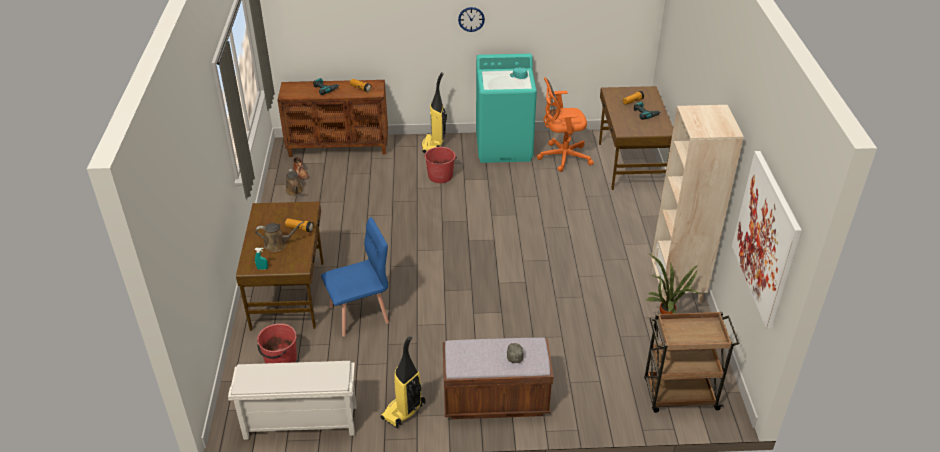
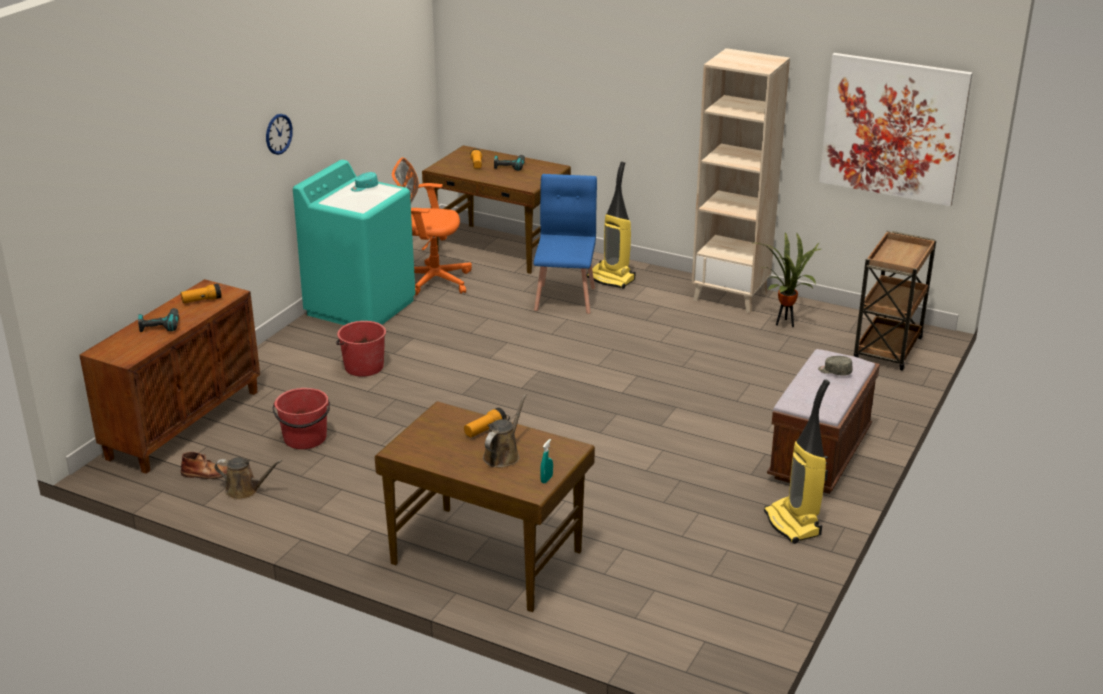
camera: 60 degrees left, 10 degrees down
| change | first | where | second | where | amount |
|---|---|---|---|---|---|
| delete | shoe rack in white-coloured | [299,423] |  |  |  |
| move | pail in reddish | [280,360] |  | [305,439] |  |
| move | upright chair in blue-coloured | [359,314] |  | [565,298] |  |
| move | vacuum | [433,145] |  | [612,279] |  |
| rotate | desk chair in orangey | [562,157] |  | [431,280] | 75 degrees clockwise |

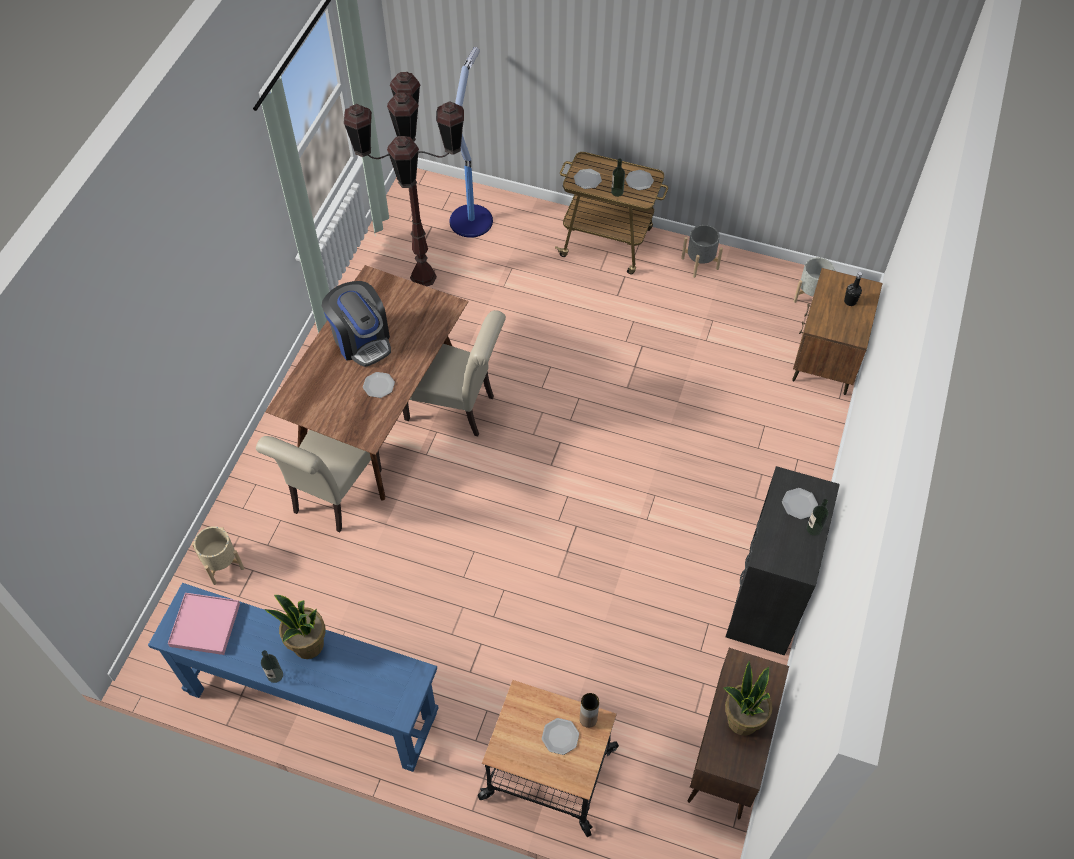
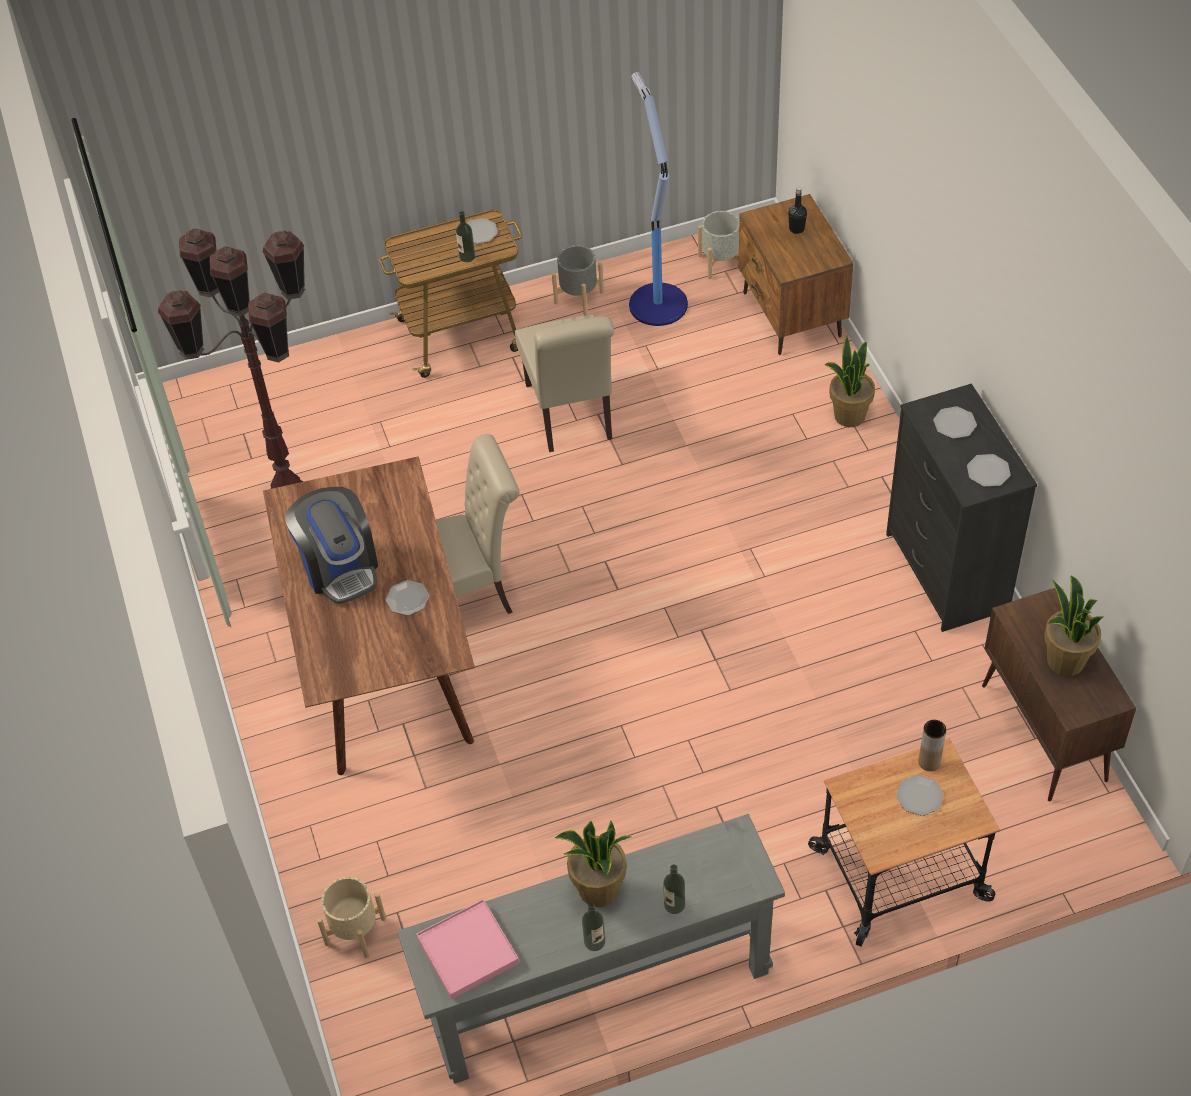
camera: 35 degrees left, 5 degrees down
| change | first | where | second | where | amount |
|---|---|---|---|---|---|
| recolor | console table in blue-coloured | [312,703] | console table in greyish | [599,990] |  |
| move | upright chair in beige-coloured | [333,496] |  | [571,416] |  |
| rotate | coffee brewer | [361,340] |  | [340,567] | 45 degrees clockwise |
| move | standard lamp | [471,219] |  | [657,303] |  |
| move | flat dish | [587,179] |  | [987,471] |  |
| move | bottle | [814,529] |  | [674,905] |  |
| insert |  |  | houseplant | [849,415] |  |

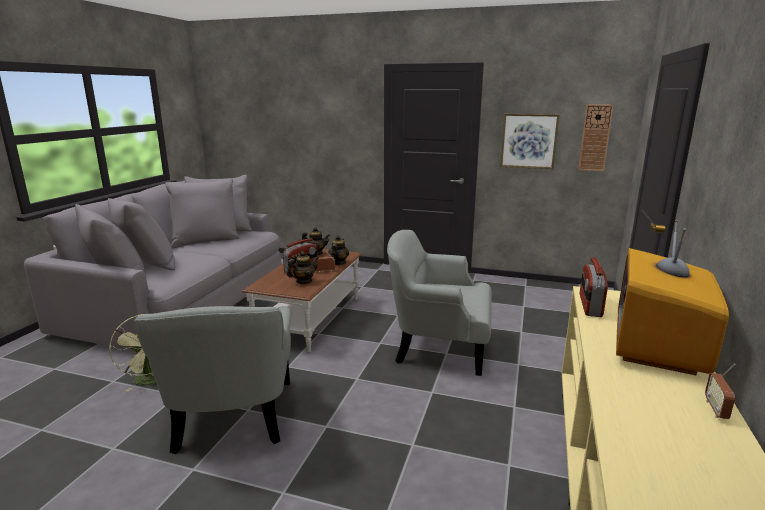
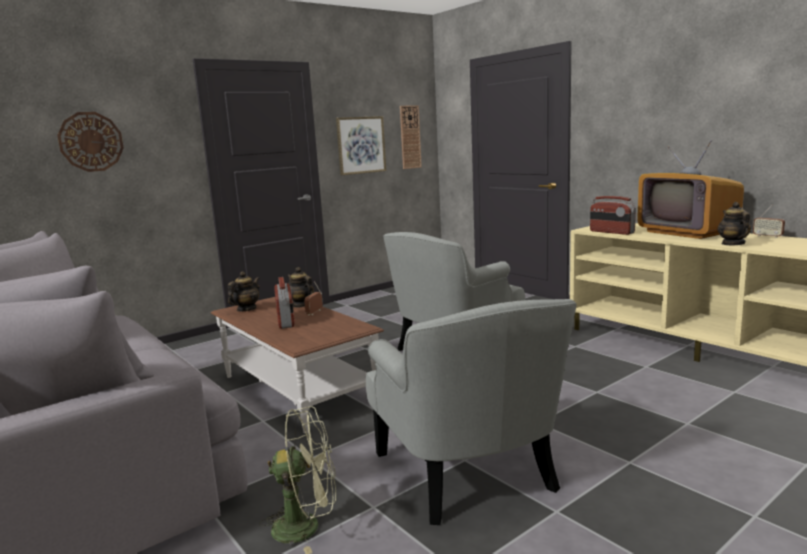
camera: 55 degrees left, 5 degrees down
| change | first | where | second | where | amount |
|---|---|---|---|---|---|
| rotate | easy chair in greyish | [232,416] |  | [468,471] | 45 degrees clockwise |
| move | teapot | [303,281] |  | [732,244] |  |
| insert |  |  | hanging clock | [91,141] |  |

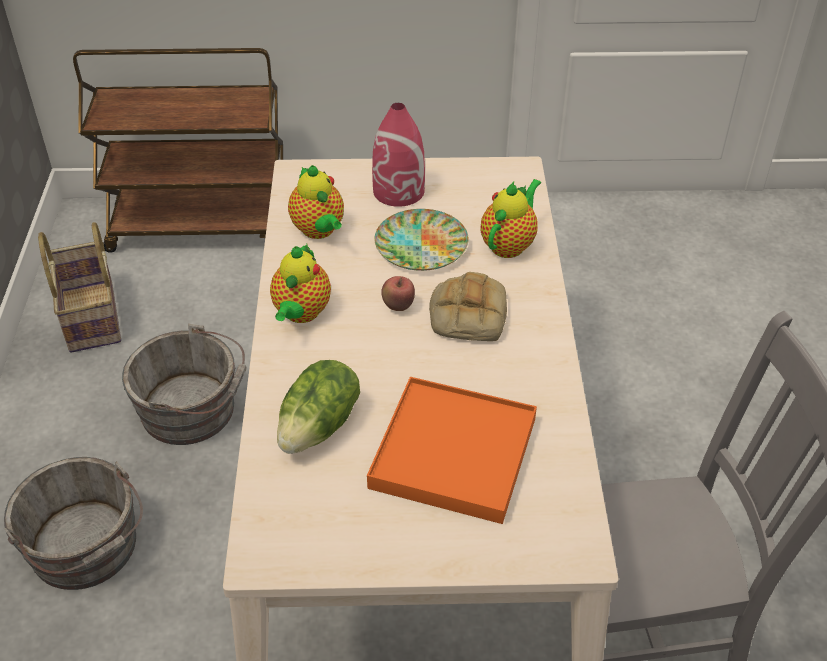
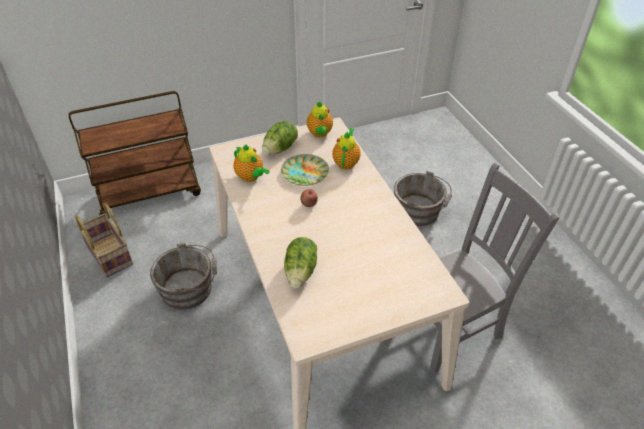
camera: 20 degrees left, 0 degrees up
| change | first | where | second | where | amount |
|---|---|---|---|---|---|
| move | pail in greyish | [87,549] |  | [419,211] |  |
| move | teapot | [301,313] |  | [320,134] |  |
| delete | tray in orangey | [454,453] |  |  |  |
| replace | decorative vase in reddish | [399,191] | lettuce head | [280,149] |  |
| delete | baked bread | [467,313] |  |  |  |

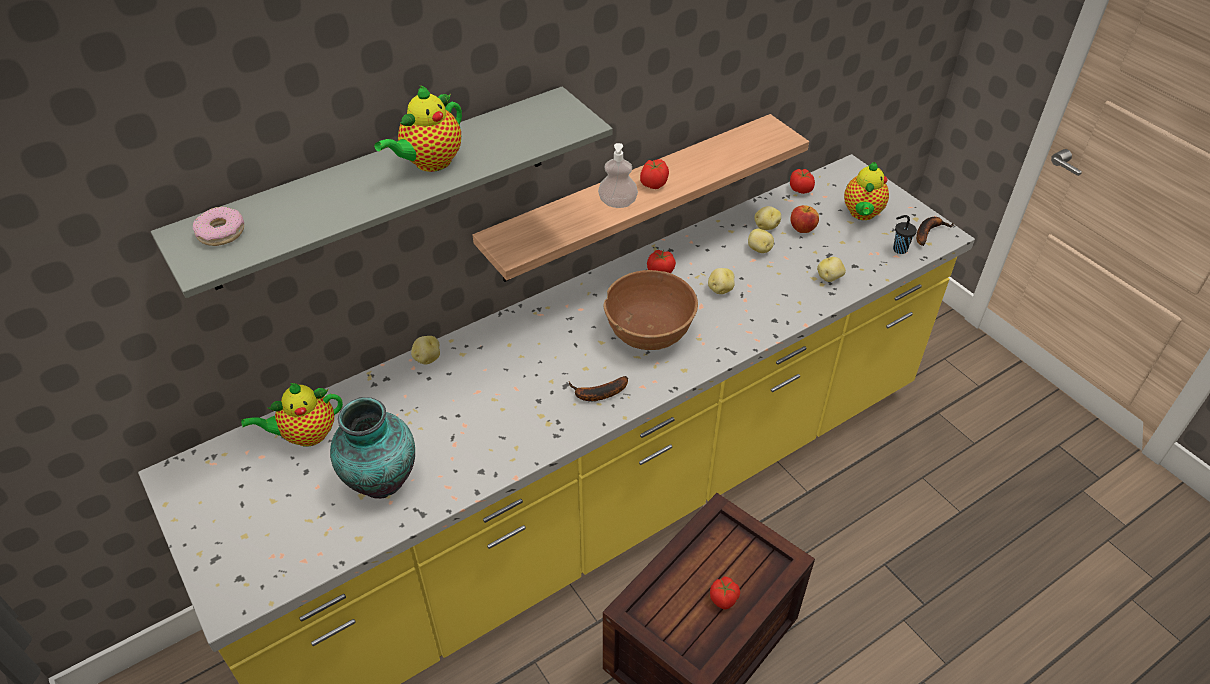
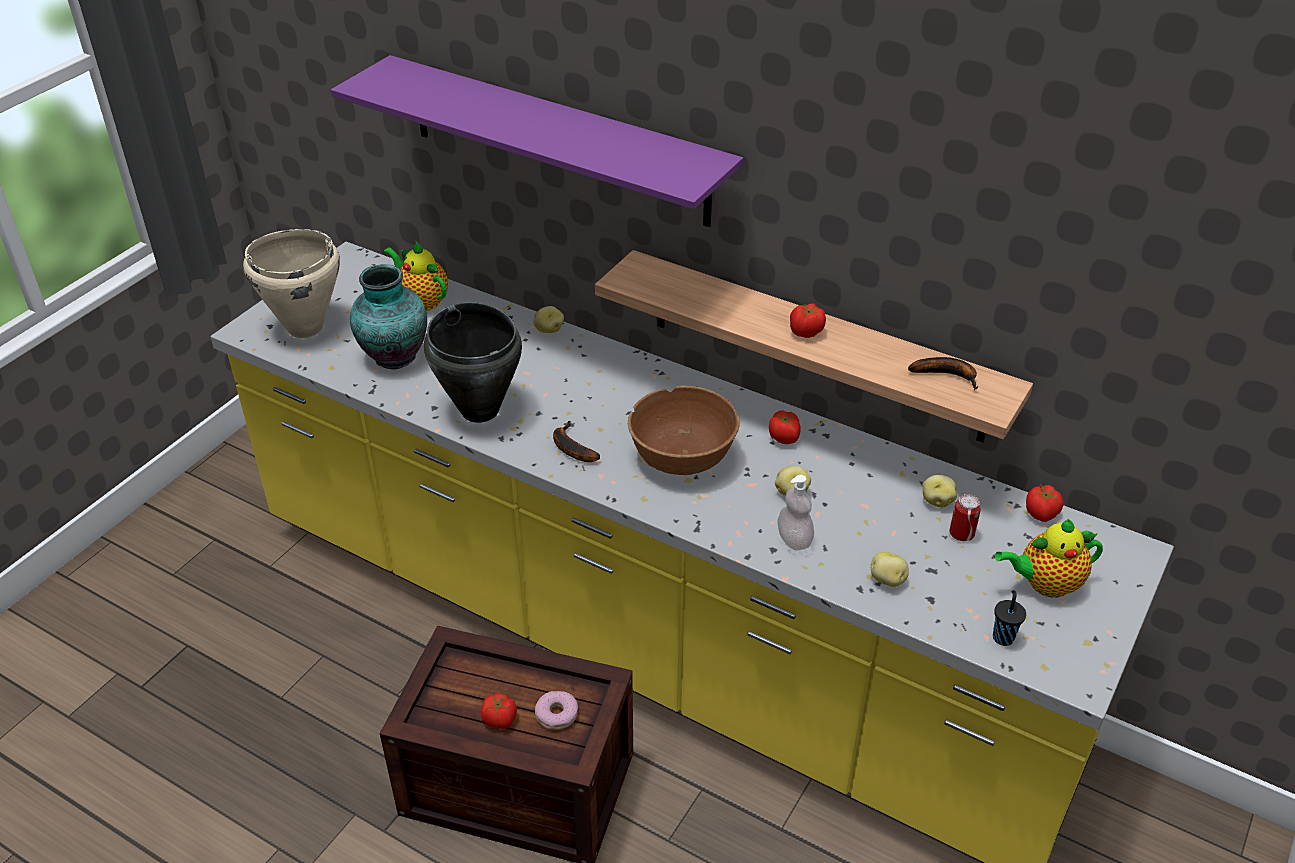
camera: 65 degrees right, 5 degrees down
| change | first | where | second | where | amount |
|---|---|---|---|---|---|
| recolor | wall shelf in greyish | [382,187] | wall shelf in purple | [557,141] |  |
| move | doughnut | [220,232] |  | [556,714] |  |
| delete | teapot | [429,163] |  |  |  |
| move | soap dispenser | [617,203] |  | [794,540] |  |
| delete | spud | [759,249] |  |  |  |
| replace | whole apple | [802,229] | metal can | [961,534] |  |
| move | banana | [928,232] |  | [947,375] |  |
| insert |  |  | stockpot in beige-coloured | [304,327] |  |
| insert |  |  | stockpot in black-coloured | [480,410] |  |

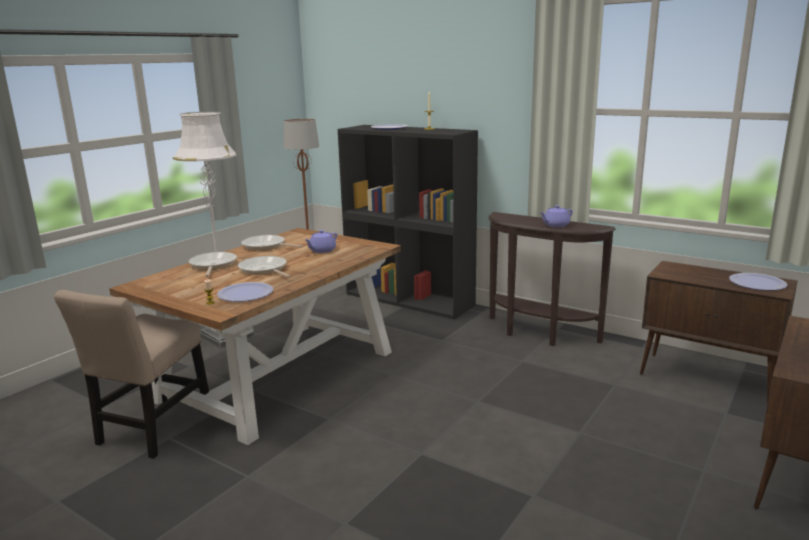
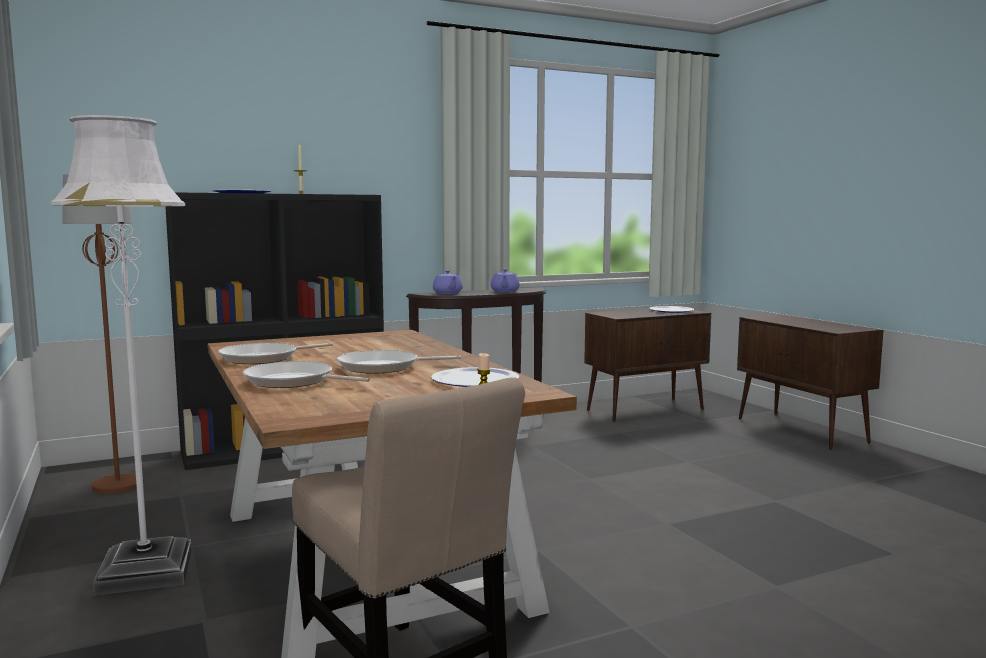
camera: 60 degrees left, 10 degrees down
| change | first | where | second | where | amount |
|---|---|---|---|---|---|
| move | teapot in purple | [322,251] |  | [447,293] |  |

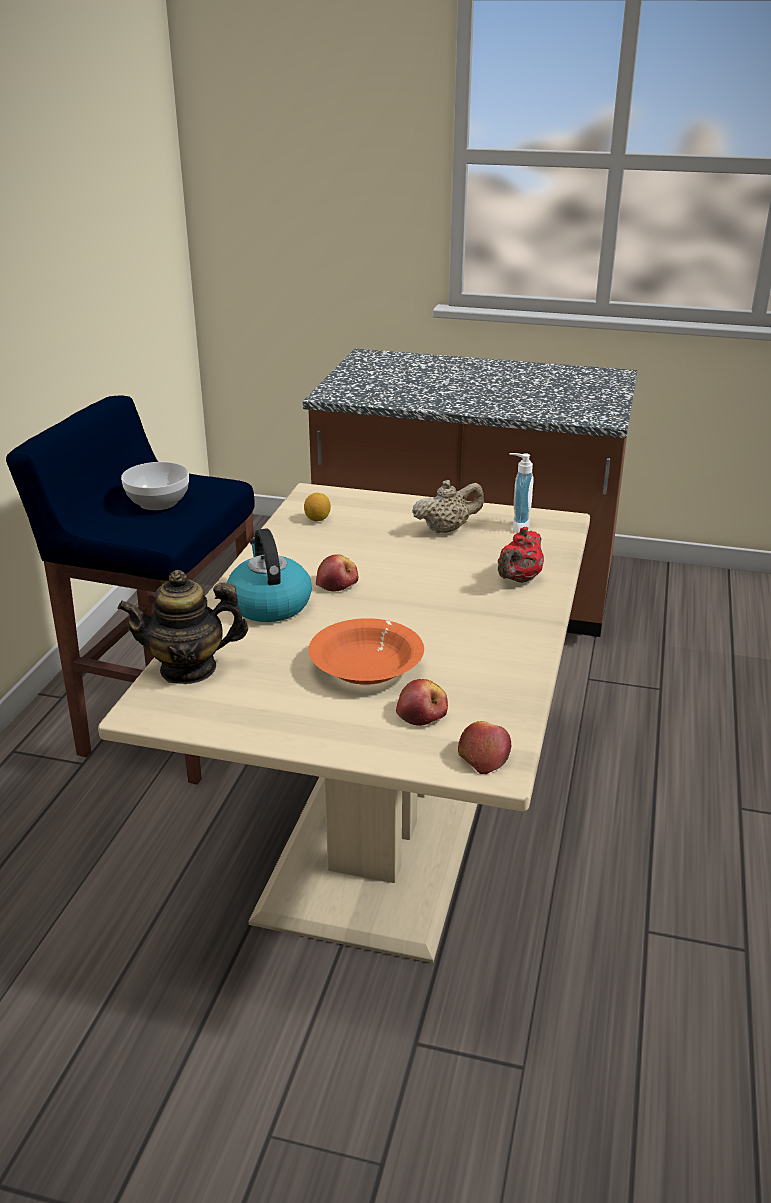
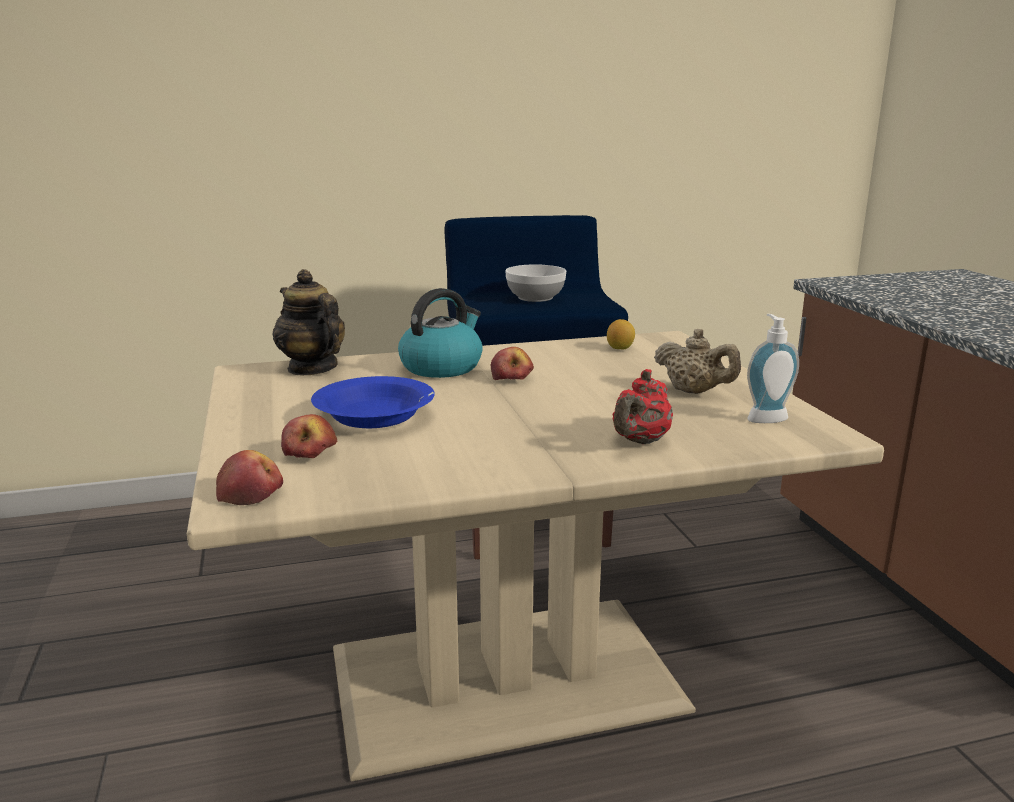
camera: 60 degrees right, 10 degrees down
| change | first | where | second | where | amount |
|---|---|---|---|---|---|
| recolor | bowl in orangey | [367,666] | bowl in blue-coloured | [375,417] |  |
| rotate | teapot in reddish | [518,579] |  | [640,441] | 60 degrees counterclockwise |

